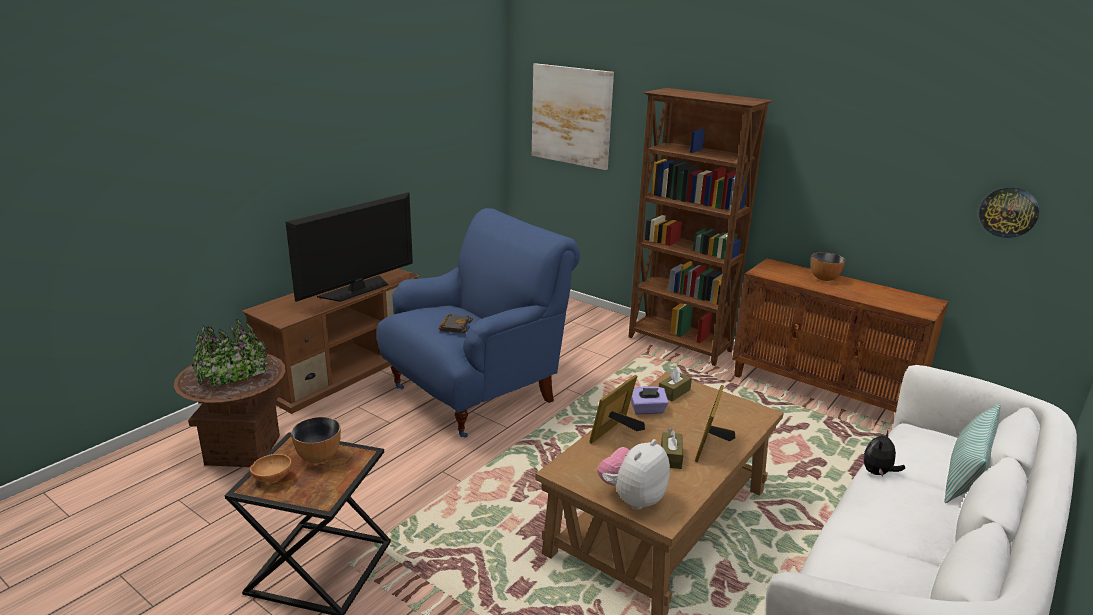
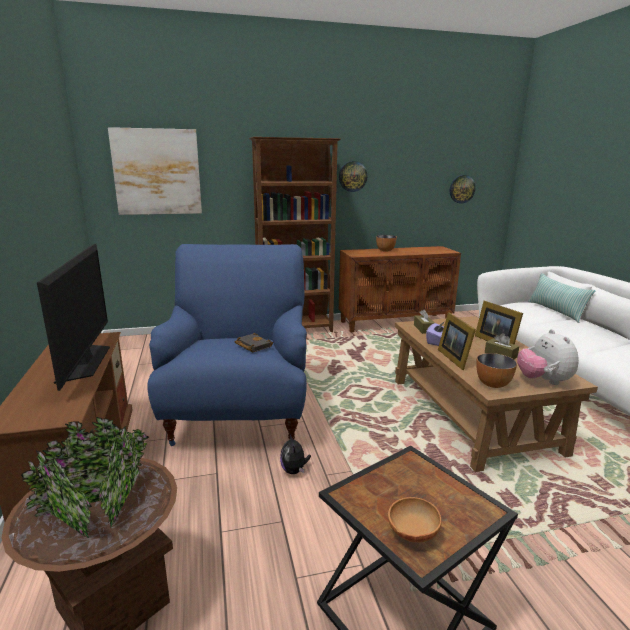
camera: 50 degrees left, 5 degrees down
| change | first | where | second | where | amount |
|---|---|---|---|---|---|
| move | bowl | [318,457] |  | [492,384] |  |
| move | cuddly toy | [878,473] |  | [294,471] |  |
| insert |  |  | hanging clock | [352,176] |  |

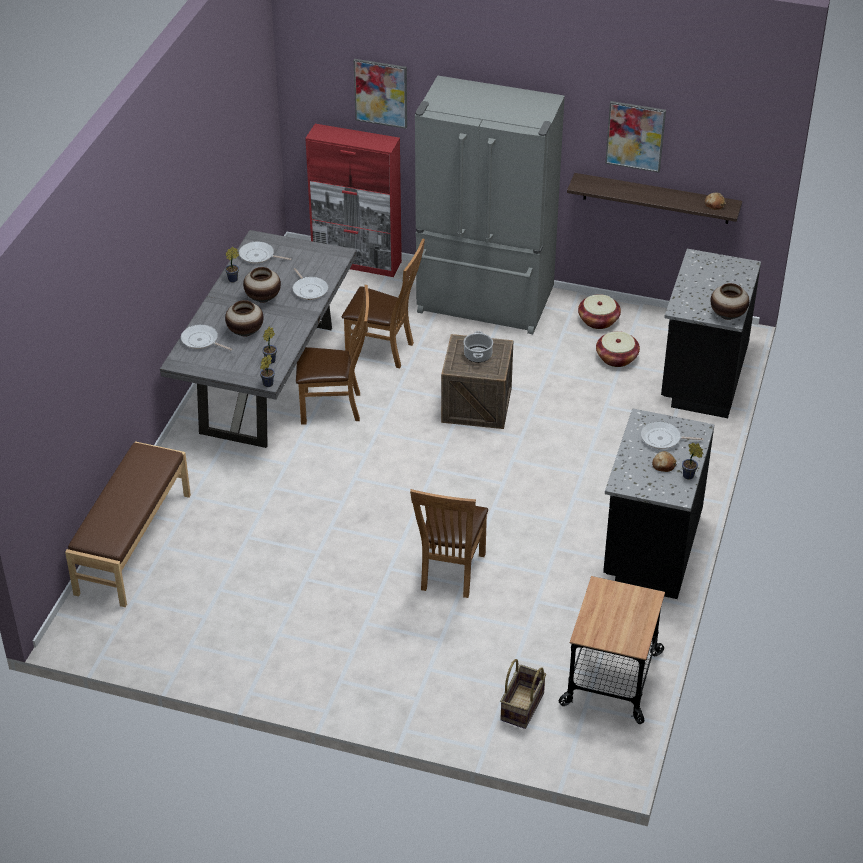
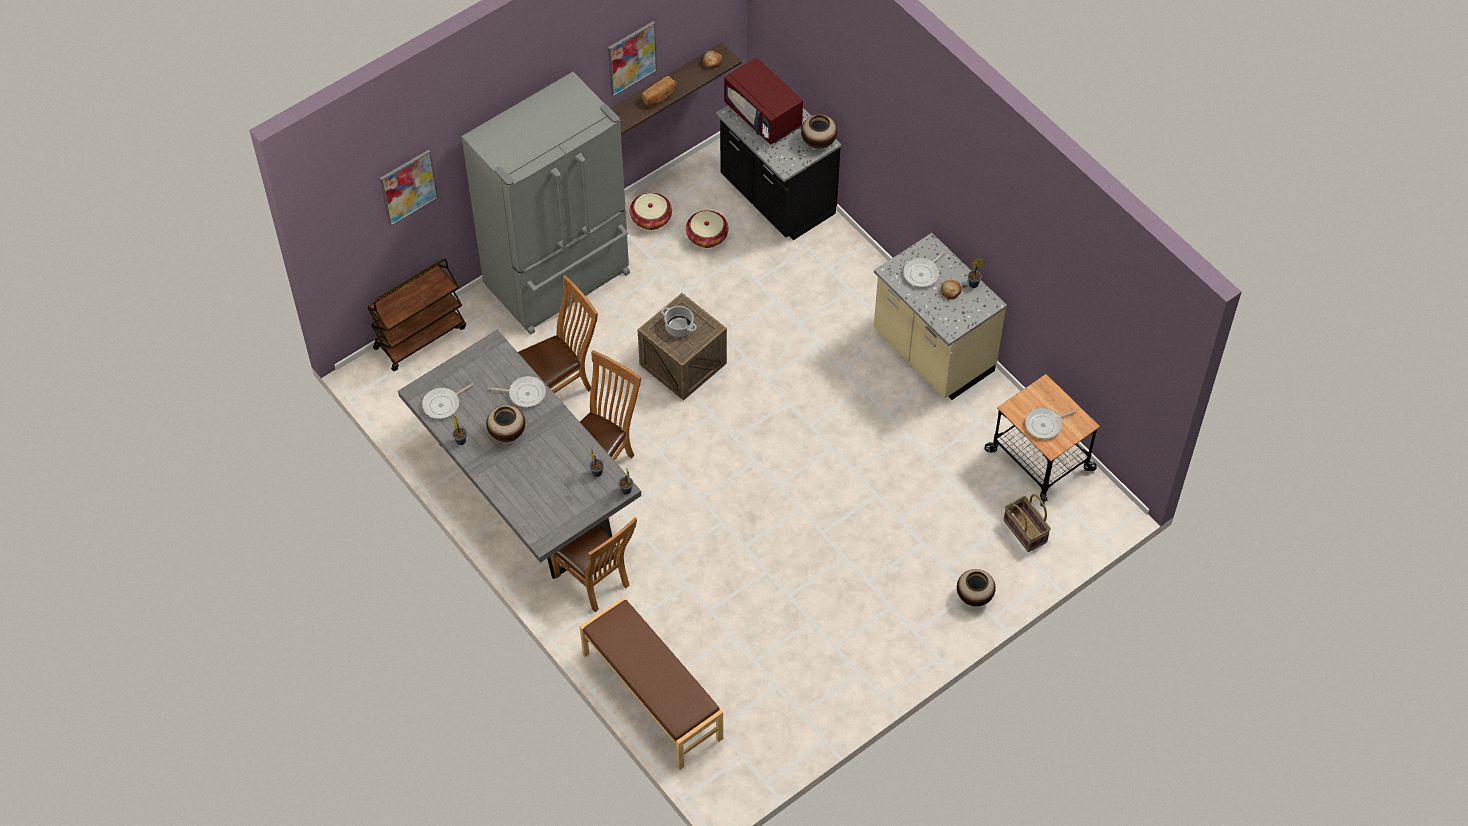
camera: 55 degrees left, 15 degrees up
| change | first | where | second | where | amount |
|---|---|---|---|---|---|
| move | pan | [201,341] |  | [1045,424] |  |
| move | decorative vase | [245,332] |  | [974,596] |  |
| replace | cabinet in reddish | [357,262] | trolley in brown | [420,337] |  |
| move | upright chair in brown | [450,574] |  | [595,582] |  |
| recolor | counter in black-coloured | [650,548] | counter in beige-coloured | [932,353] |  |
| insert |  |  | baked bread | [660,97] |  |
| insert |  |  | kitchen microwave in reddish | [763,116] |  |

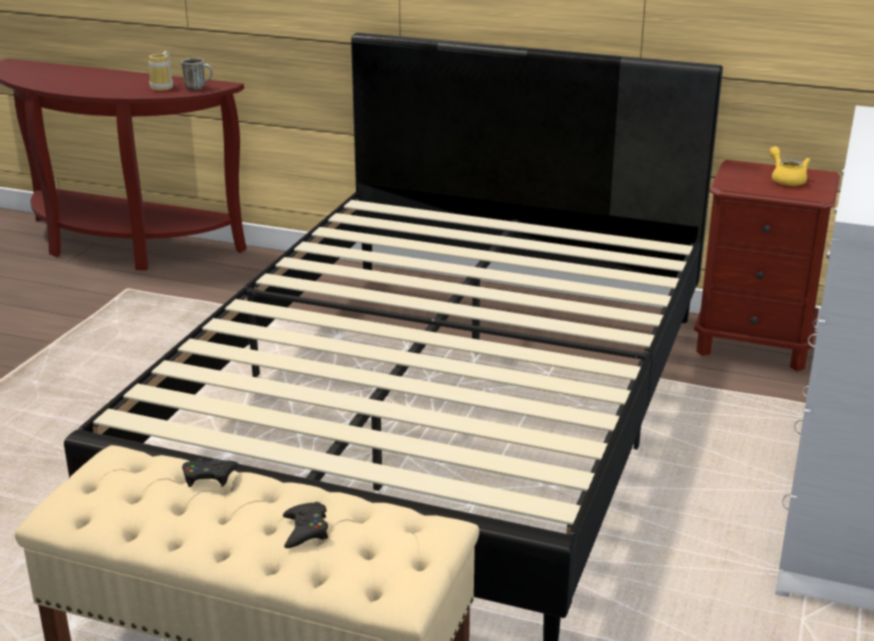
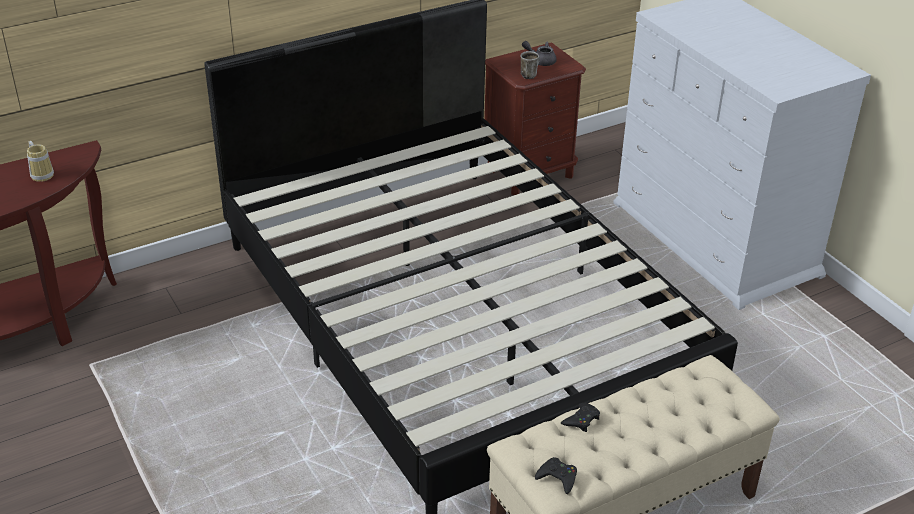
camera: 50 degrees left, 10 degrees up
| change | first | where | second | where | amount |
|---|---|---|---|---|---|
| move | tea mug | [198,87] |  | [529,74] |  |
| move | gamepad in black-coloured | [305,530] |  | [557,478] |  |
| recolor | teapot in yellowish | [786,180] | teapot in greyish | [540,61] |  |

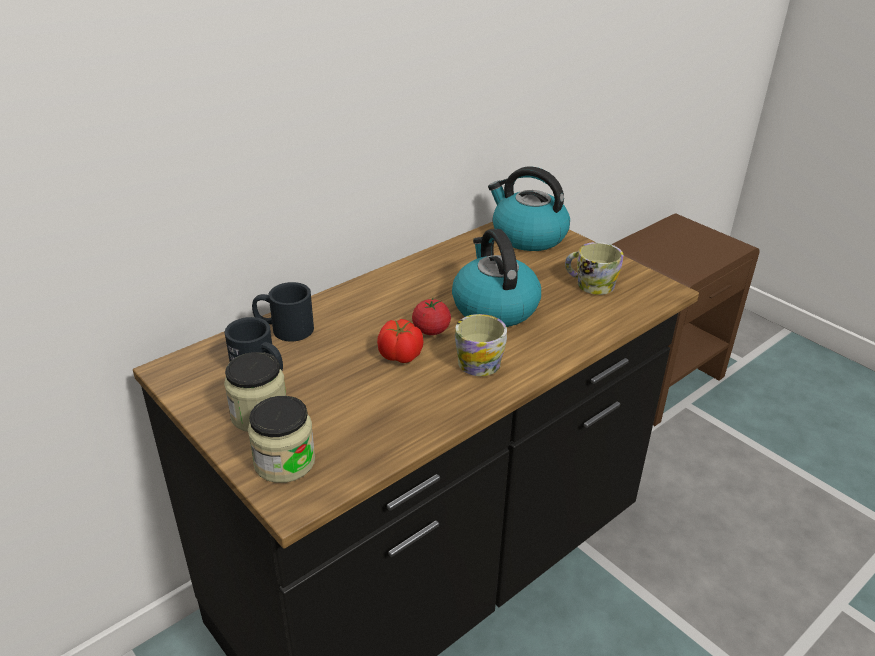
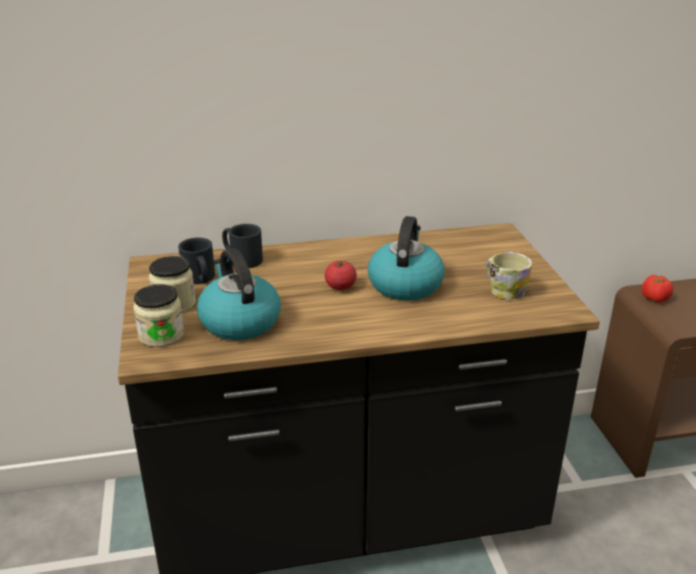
camera: 30 degrees right, 5 degrees down
| change | first | where | second | where | amount |
|---|---|---|---|---|---|
| move | whole tomato | [400,356] |  | [655,299] |  |
| delete | tea mug | [481,360] |  |  |  |
| move | kettle | [527,236] |  | [239,321] |  |

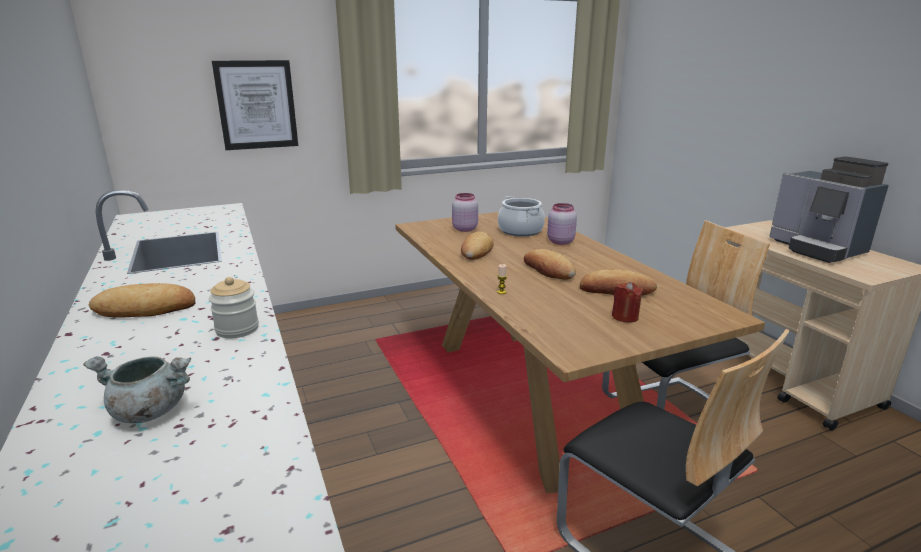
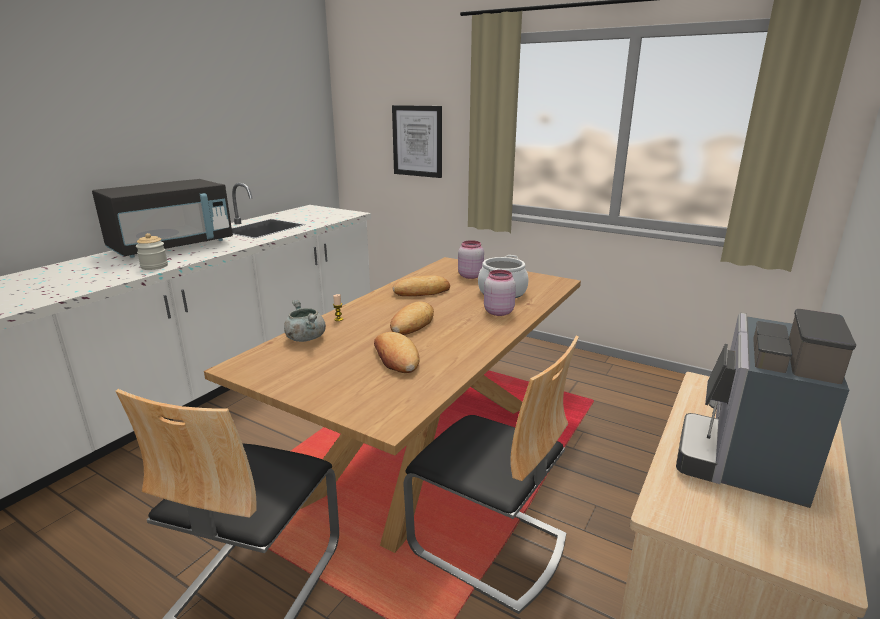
camera: 55 degrees right, 0 degrees up
| change | first | where | second | where | amount |
|---|---|---|---|---|---|
| move | stockpot in greyish | [148,411] |  | [305,338] |  |
| replace | baked bread | [145,308] | kitchen microwave in black-coloured | [172,246] |  |
| delete | wax light in reddish | [625,317] |  |  |  |

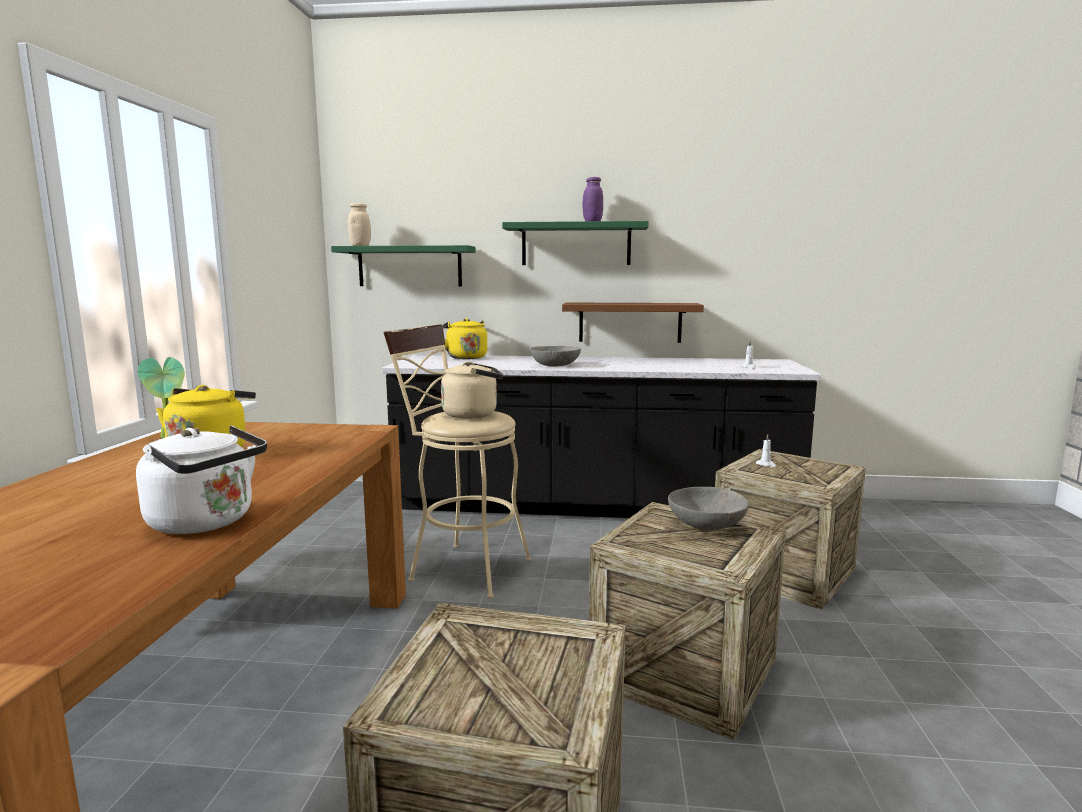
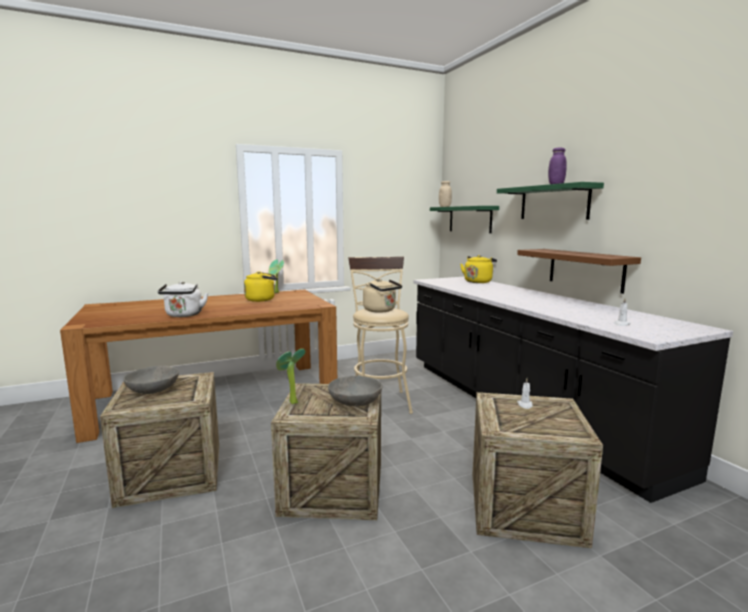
camera: 60 degrees right, 0 degrees up
| change | first | where | second | where | amount |
|---|---|---|---|---|---|
| move | bowl in greyish | [555,366] |  | [153,391] |  |
| insert |  |  | houseplant | [291,402] |  |

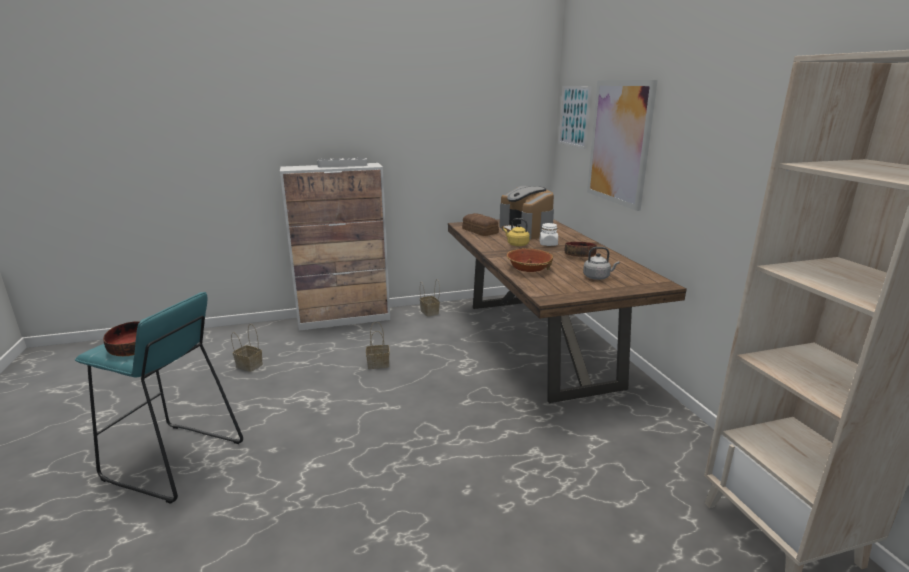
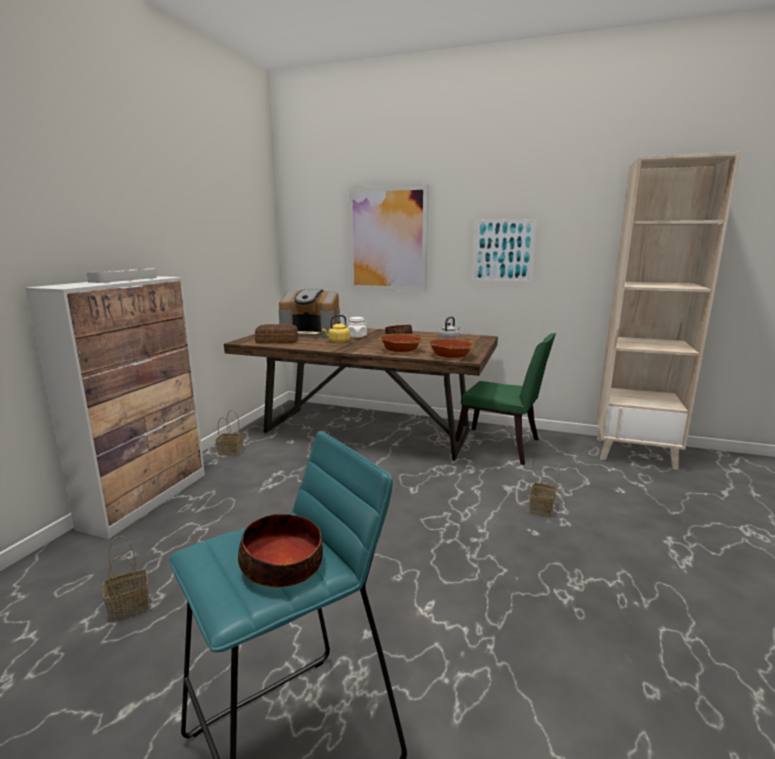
camera: 55 degrees left, 5 degrees down
| change | first | where | second | where | amount |
|---|---|---|---|---|---|
| move | storage basket | [379,363] |  | [540,508] |  |
| move | wall art | [574,116] |  | [503,251] |  |
| insert |  |  | bowl | [451,356] |  |
| insert |  |  | upright chair in green | [502,447] |  |

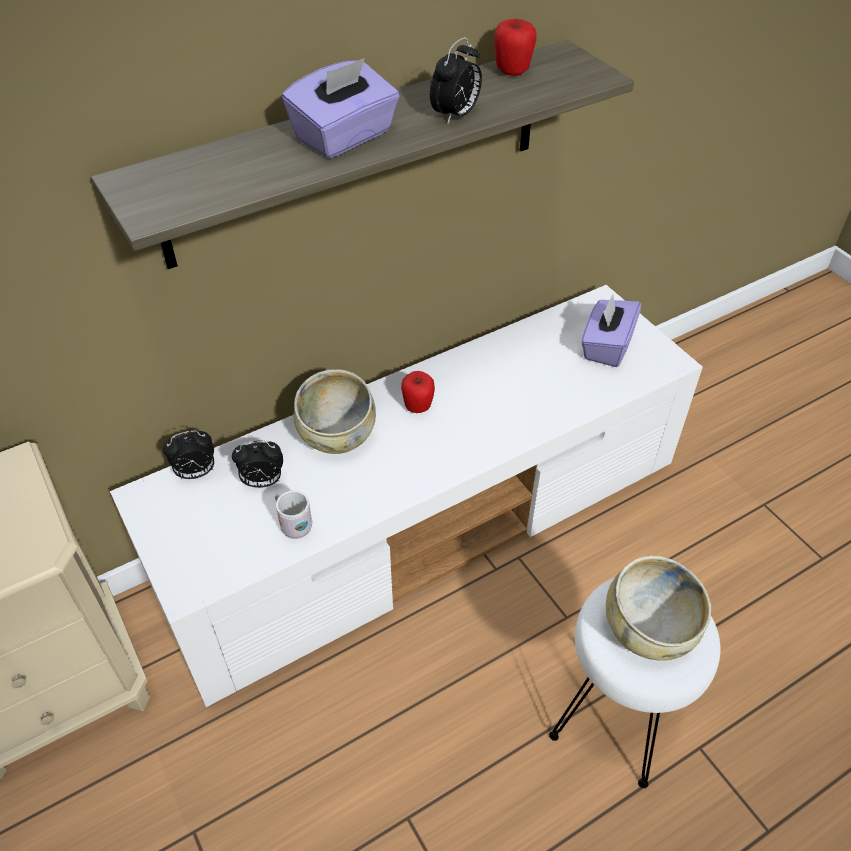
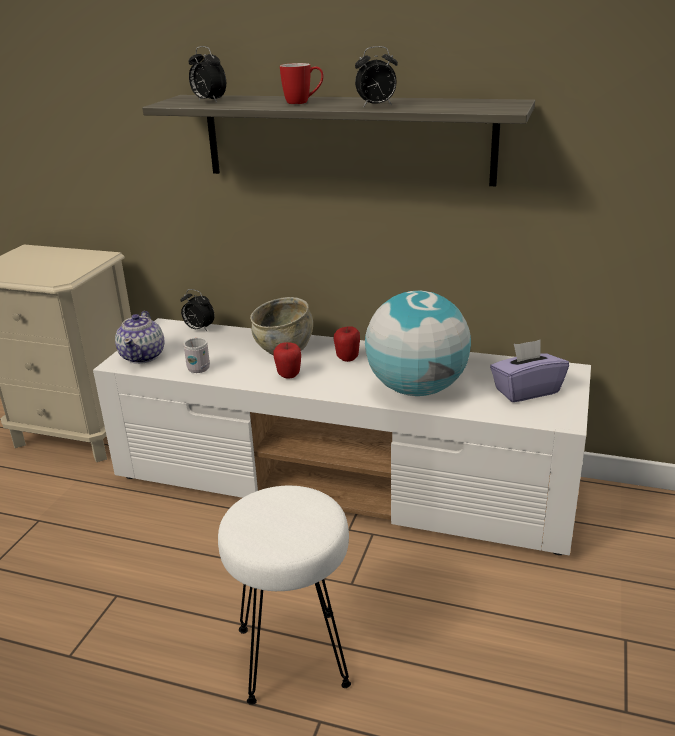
camera: 50 degrees right, 20 degrees down
| change | first | where | second | where | amount |
|---|---|---|---|---|---|
| move | bedside clock | [262,482] |  | [208,101] |  |
| replace | box of tissues in purple | [345,137] | tea mug | [303,102] |  |
| move | whole apple | [512,72] |  | [288,375] |  |
| delete | bowl in beige-coloured | [647,630] |  |  |  |
| insert |  |  | teapot | [143,356] |  |
| insert |  |  | globe | [416,389] |  |

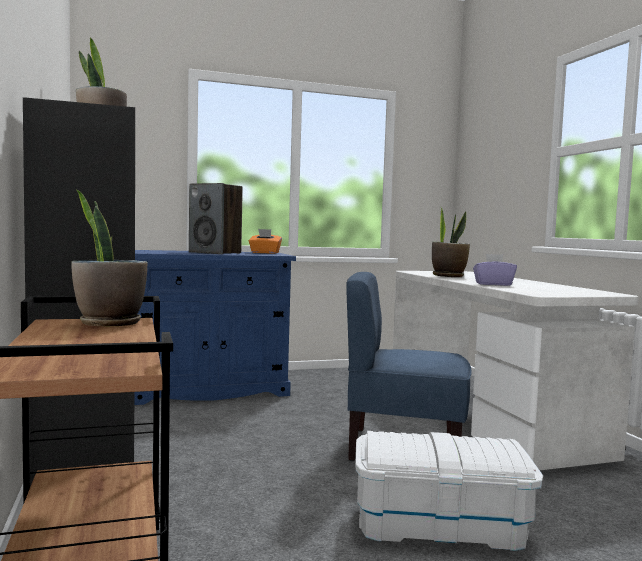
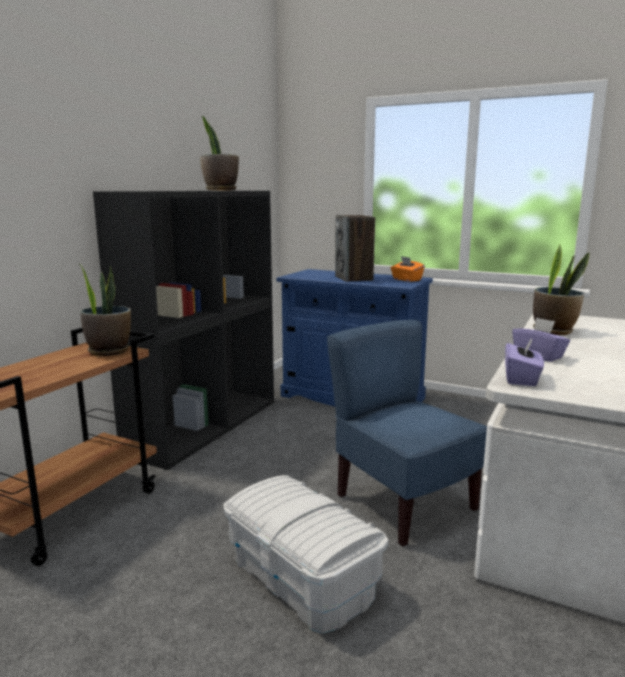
camera: 45 degrees right, 10 degrees up
| change | first | where | second | where | amount |
|---|---|---|---|---|---|
| insert |  |  | box of tissues in purple | [521,379] |  |

